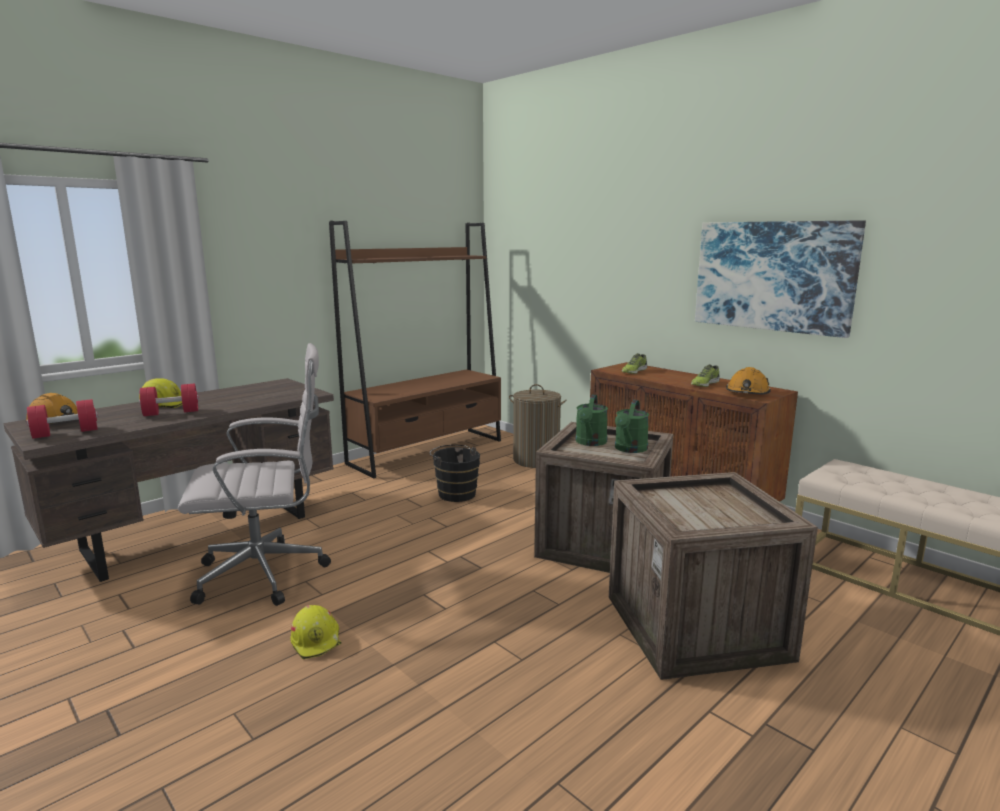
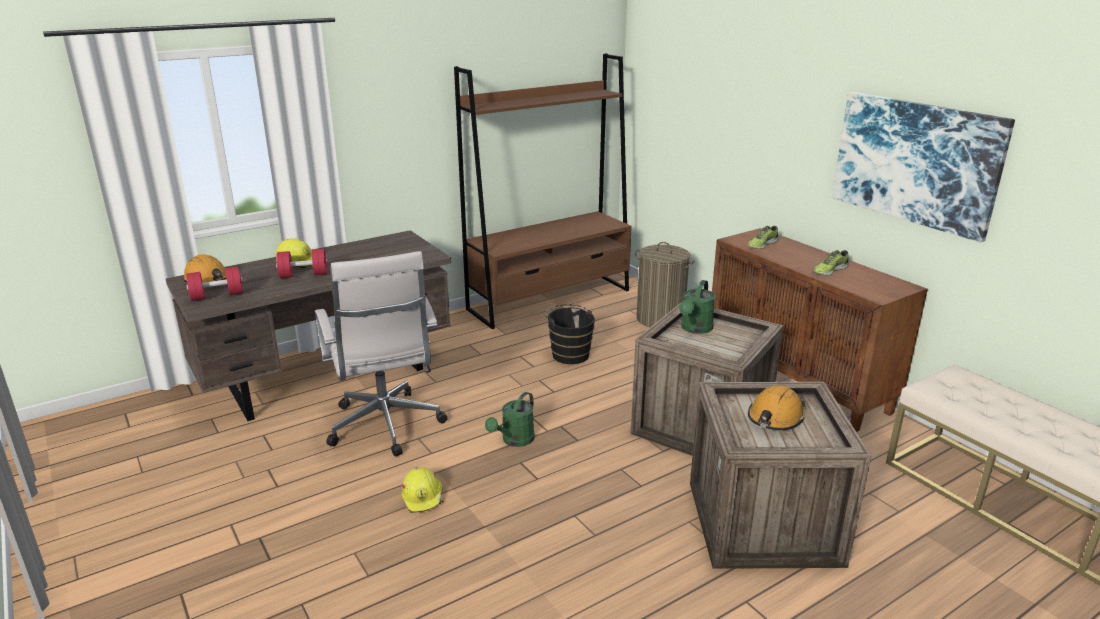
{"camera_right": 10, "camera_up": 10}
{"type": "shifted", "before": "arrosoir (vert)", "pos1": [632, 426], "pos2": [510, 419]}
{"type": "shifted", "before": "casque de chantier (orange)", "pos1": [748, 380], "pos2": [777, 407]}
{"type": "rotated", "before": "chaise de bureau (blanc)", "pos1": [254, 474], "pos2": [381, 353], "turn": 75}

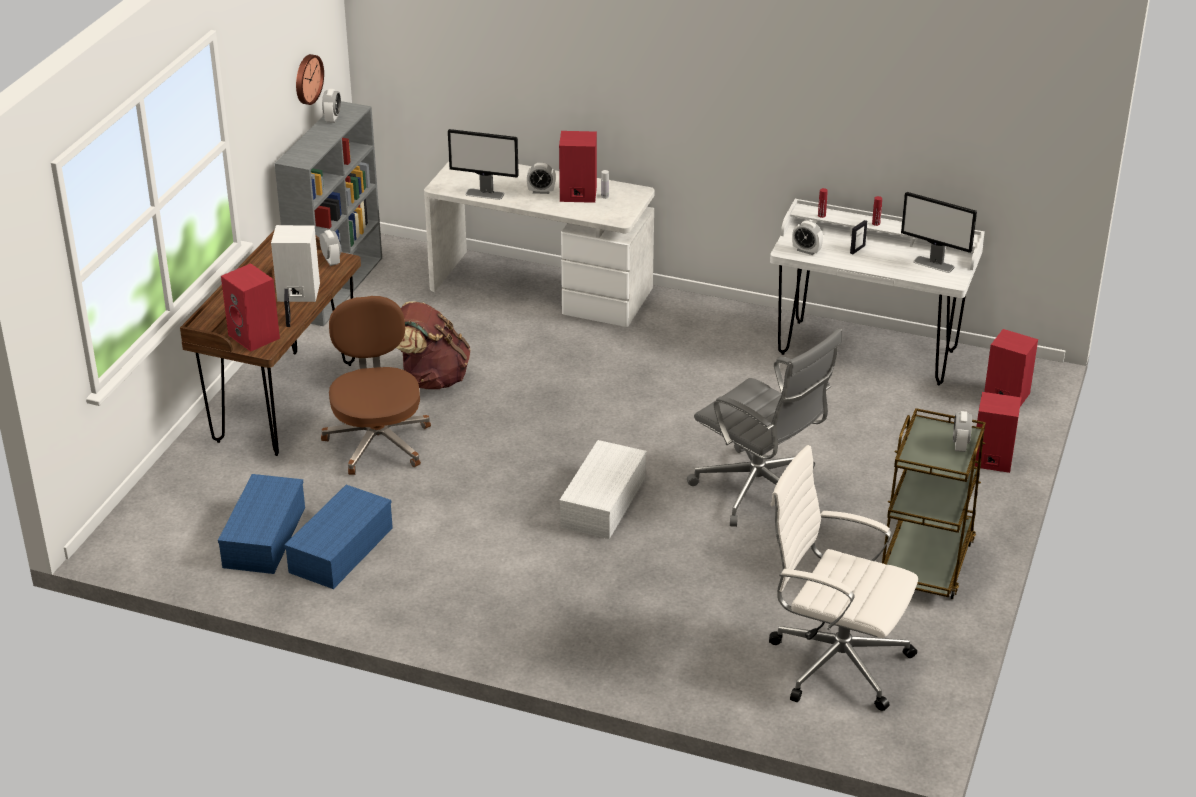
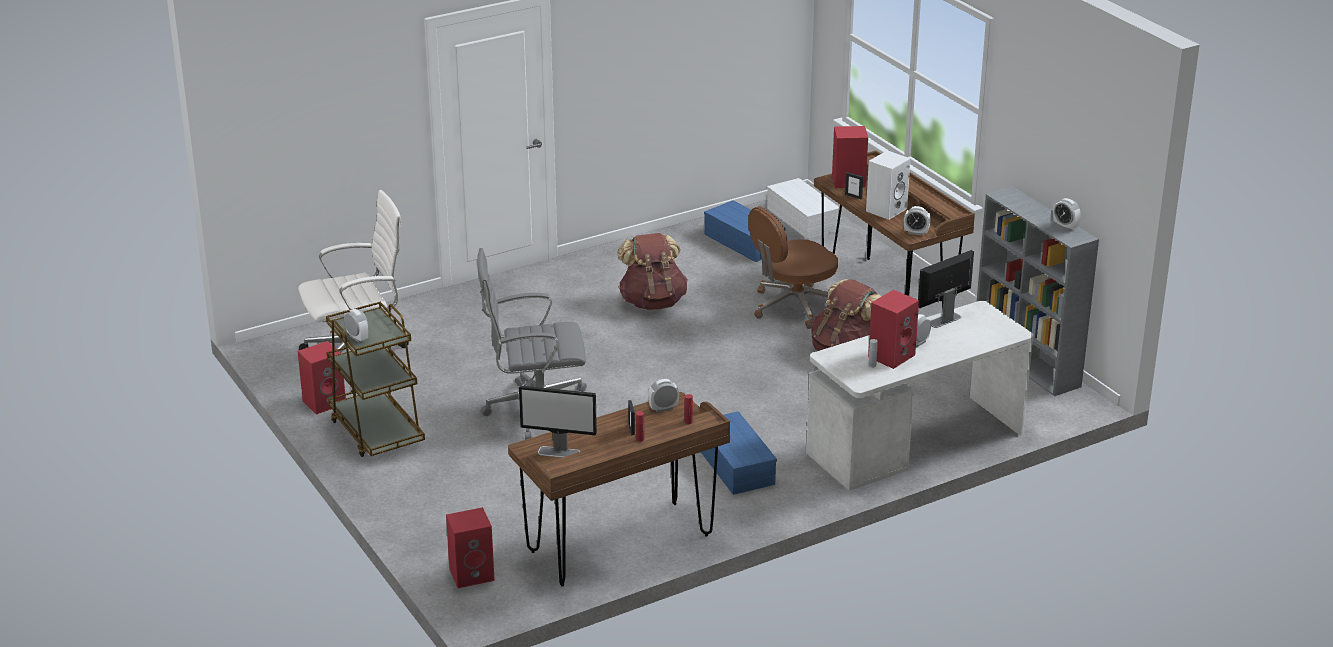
{"camera_right": 130, "camera_up": -5}
{"type": "gone", "before": "horloge murale", "pos1": [310, 79]}
{"type": "new", "after": "sac à dos (marron)", "pos2": [653, 271]}
{"type": "shifted", "before": "boîte de rangement (bleu)", "pos1": [338, 537], "pos2": [739, 453]}
{"type": "shifted", "before": "boîte de rangement (blanc)", "pos1": [603, 489], "pos2": [803, 208]}
{"type": "shifted", "before": "enceinte (rouge)", "pos1": [998, 432], "pos2": [322, 378]}
{"type": "repainted", "before": "bureau (blanc)", "after": "bureau (marron)", "pos1": [877, 292], "pos2": [619, 489]}
{"type": "rotated", "before": "chaise de bureau (marron)", "pos1": [376, 385], "pos2": [793, 267], "turn": 120}
{"type": "rotated", "before": "écran d'ordinateur", "pos1": [939, 232], "pos2": [558, 421], "turn": -150}

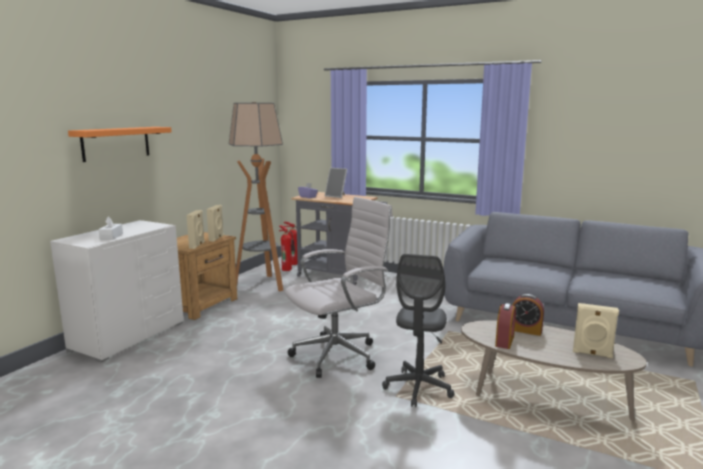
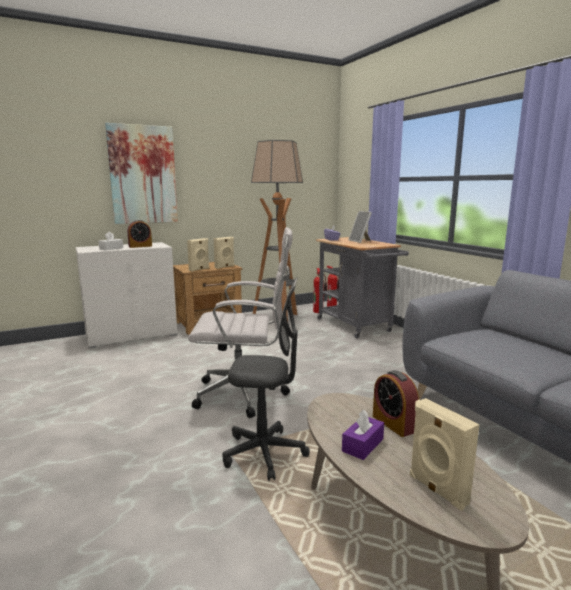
{"camera_right": 35, "camera_up": 0}
{"type": "new", "after": "boîte à mouchoirs (violet)", "pos2": [363, 435]}
{"type": "shifted", "before": "réveil", "pos1": [505, 326], "pos2": [140, 234]}
{"type": "swapped", "before": "étagère (orange)", "after": "tableau", "pos1": [120, 144], "pos2": [141, 173]}
{"type": "rotated", "before": "chaise de bureau (gris)", "pos1": [418, 330], "pos2": [266, 379], "turn": -135}

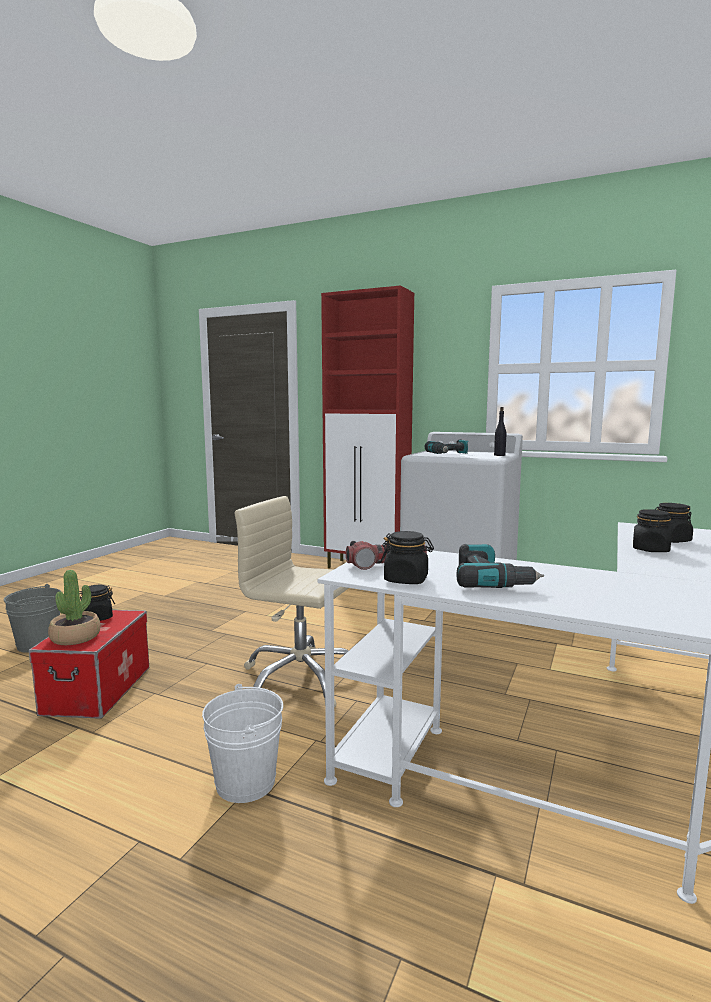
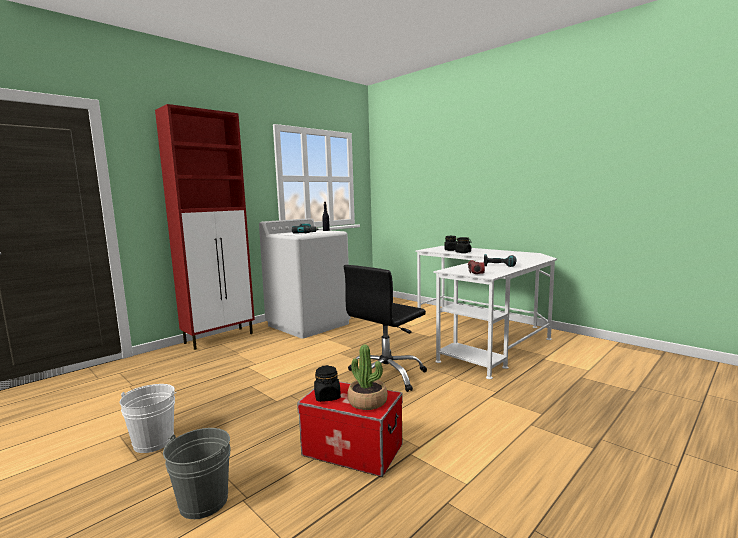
{"camera_right": -70, "camera_up": 0}
{"type": "gone", "before": "bocal (noir)", "pos1": [407, 557]}
{"type": "shifted", "before": "seau (blanc)", "pos1": [242, 743], "pos2": [148, 418]}
{"type": "repainted", "before": "chaise de bureau (beige)", "after": "chaise de bureau (noir)", "pos1": [292, 601], "pos2": [385, 328]}

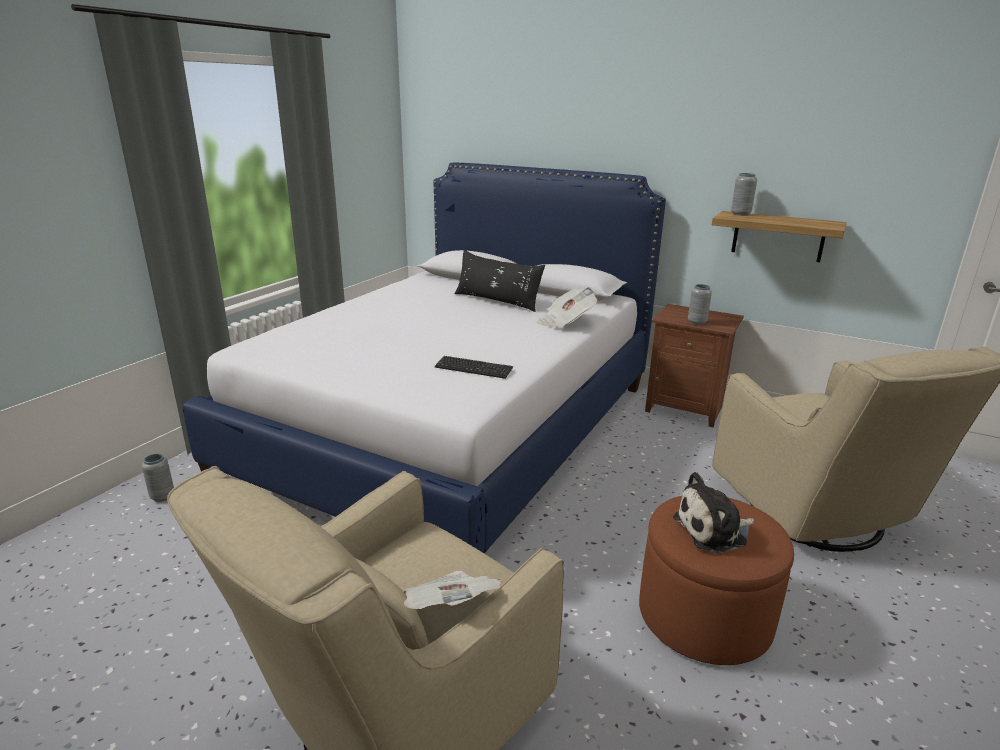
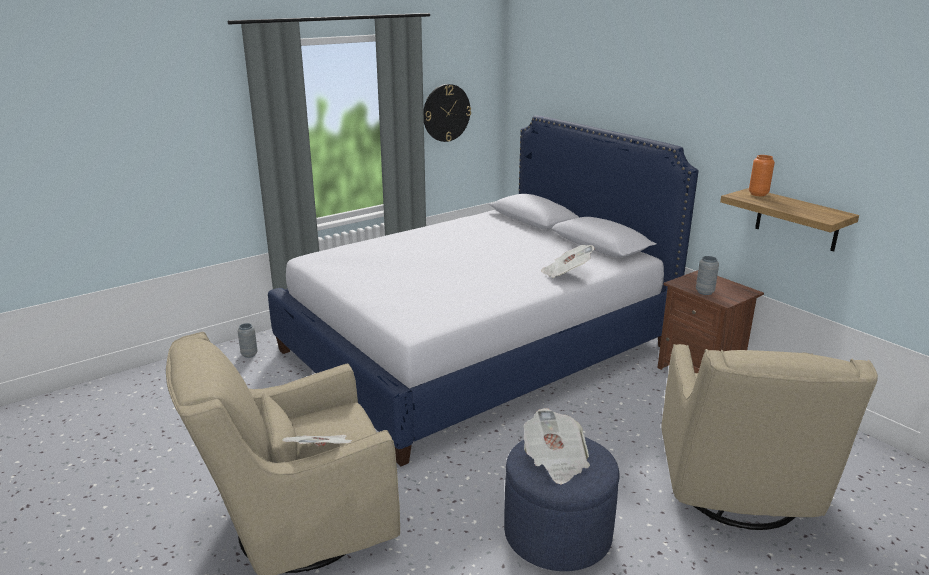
{"camera_right": 25, "camera_up": 0}
{"type": "gone", "before": "clavier", "pos1": [474, 367]}
{"type": "gone", "before": "coussin (noir)", "pos1": [500, 281]}
{"type": "new", "after": "horloge murale", "pos2": [447, 113]}
{"type": "swapped", "before": "peluche", "after": "journal", "pos1": [713, 512], "pos2": [557, 446]}
{"type": "repainted", "before": "pouf (marron)", "after": "pouf (bleu)", "pos1": [716, 580], "pos2": [562, 504]}
{"type": "repainted", "before": "vase (gris)", "after": "vase (orange)", "pos1": [744, 194], "pos2": [762, 175]}

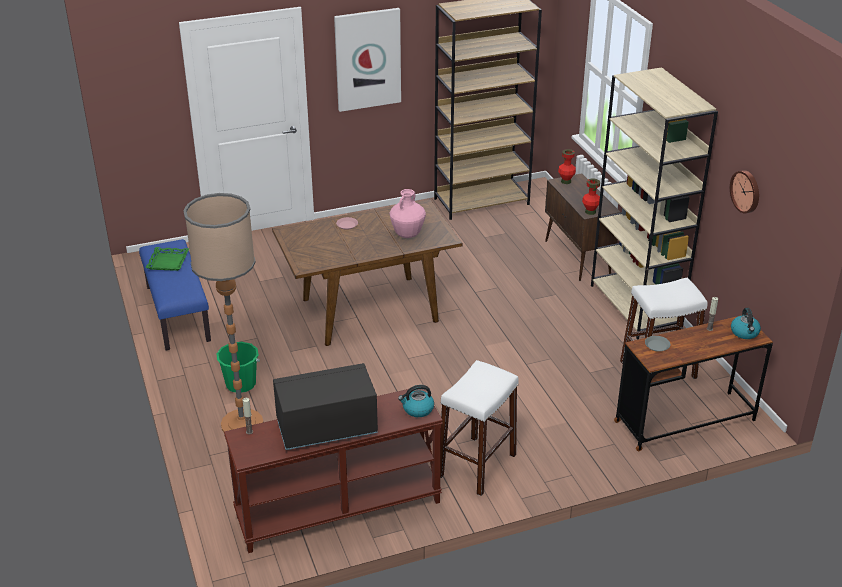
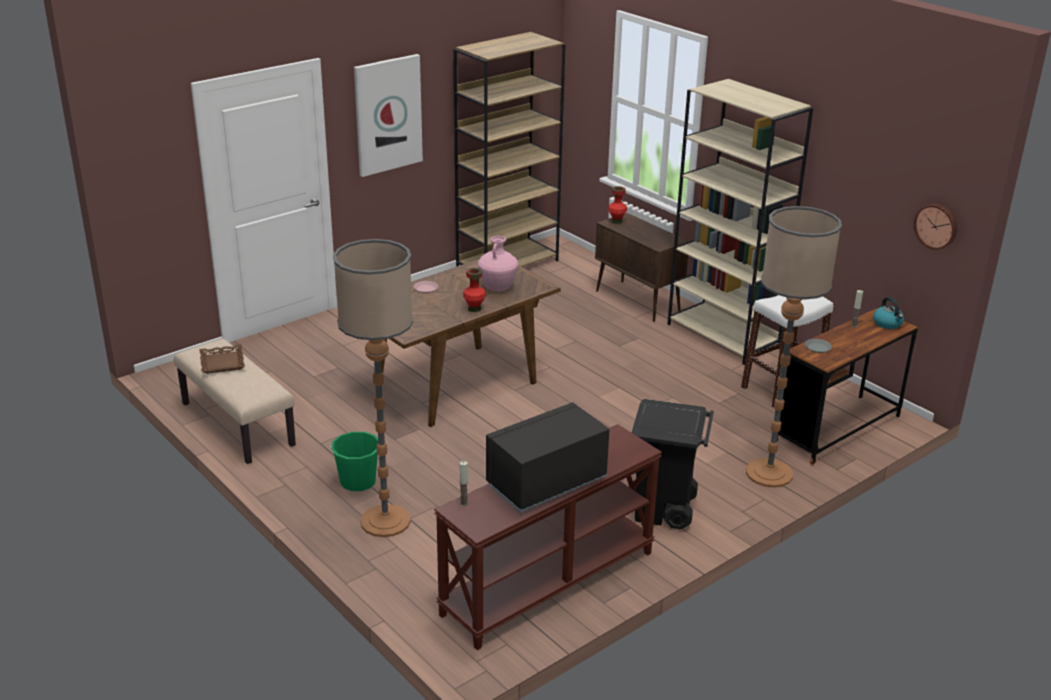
{"camera_right": -20, "camera_up": -5}
{"type": "gone", "before": "bouilloire", "pos1": [416, 401]}
{"type": "new", "after": "lampadaire", "pos2": [794, 347]}
{"type": "shifted", "before": "vase (rouge)", "pos1": [591, 197], "pos2": [474, 290]}
{"type": "shifted", "before": "horloge murale", "pos1": [744, 191], "pos2": [935, 227]}
{"type": "swapped", "before": "tabouret (blanc)", "after": "poubelle (noir)", "pos1": [479, 428], "pos2": [673, 464]}
{"type": "repainted", "before": "banc (bleu)", "after": "banc (beige)", "pos1": [175, 294], "pos2": [235, 401]}
{"type": "repainted", "before": "plateau (vert)", "after": "plateau (marron)", "pos1": [167, 259], "pos2": [222, 359]}

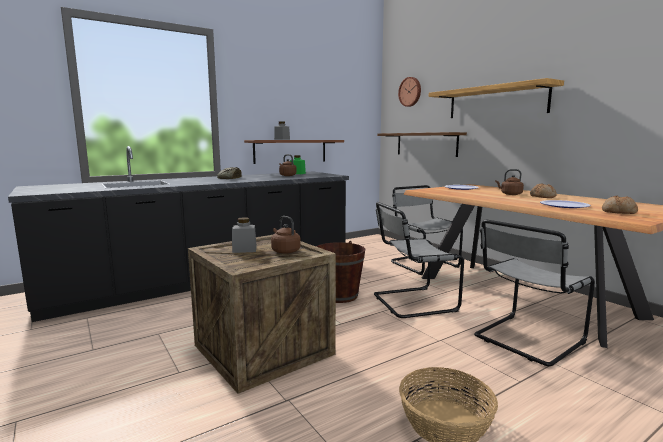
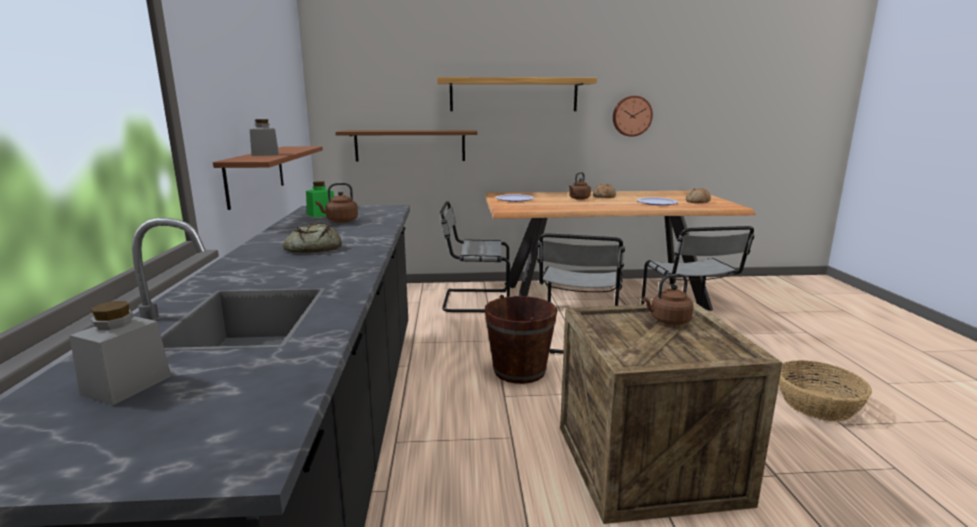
{"camera_right": -60, "camera_up": 5}
{"type": "shifted", "before": "bocal (gris)", "pos1": [244, 235], "pos2": [120, 353]}
{"type": "shifted", "before": "horloge murale", "pos1": [409, 92], "pos2": [633, 116]}

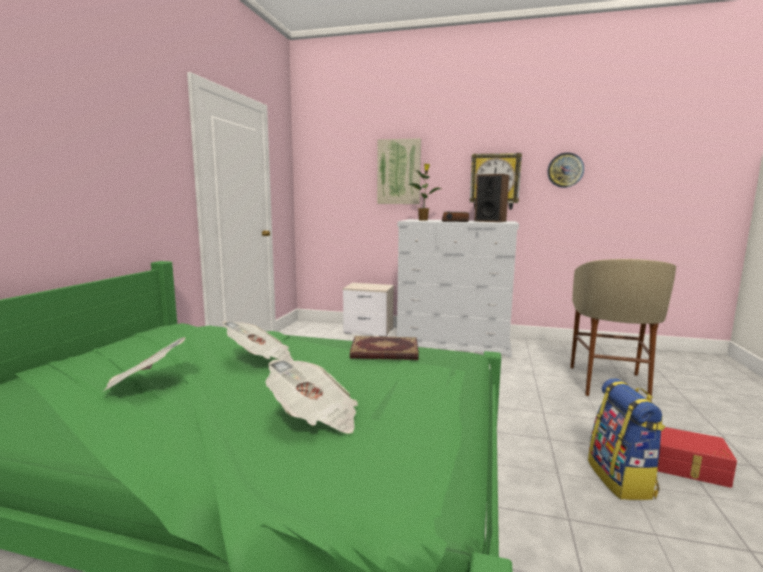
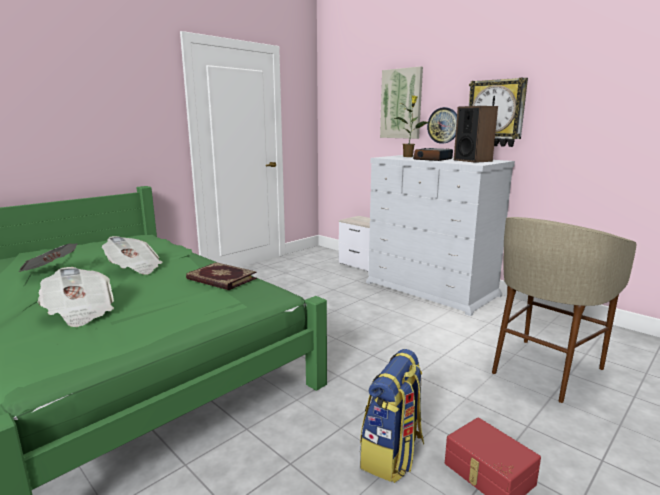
{"camera_right": 30, "camera_up": 5}
{"type": "shifted", "before": "horloge murale", "pos1": [565, 170], "pos2": [442, 125]}

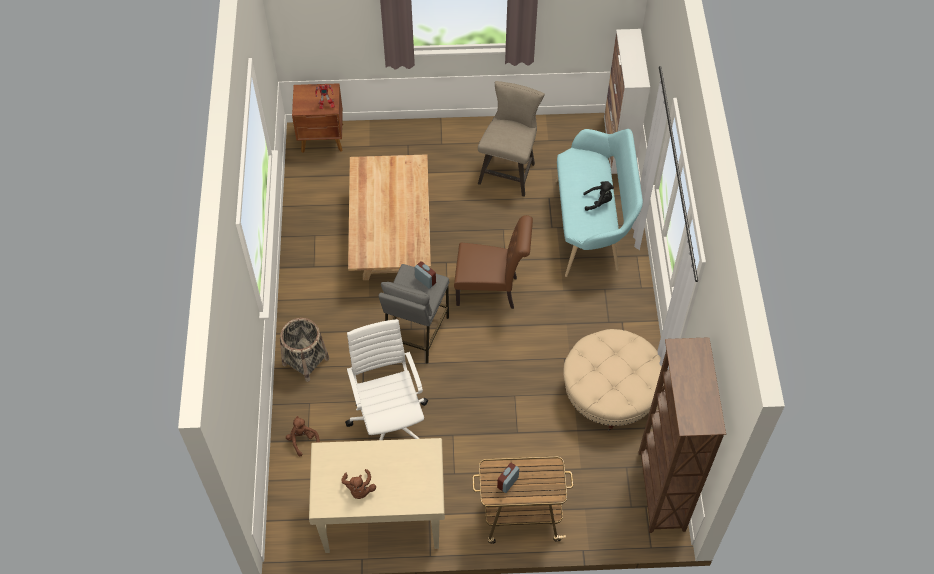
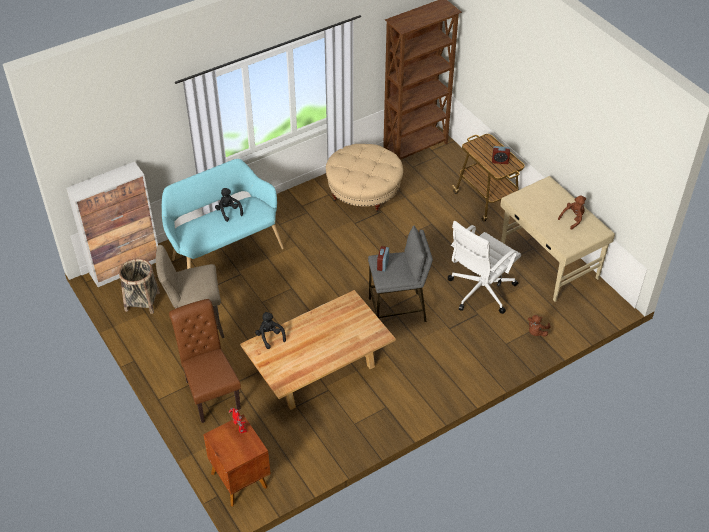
{"camera_right": -120, "camera_up": -10}
{"type": "new", "after": "peluche (noir)", "pos2": [270, 330]}
{"type": "shifted", "before": "panier", "pos1": [304, 350], "pos2": [139, 286]}
{"type": "shifted", "before": "chaise (marron)", "pos1": [493, 262], "pos2": [205, 361]}

